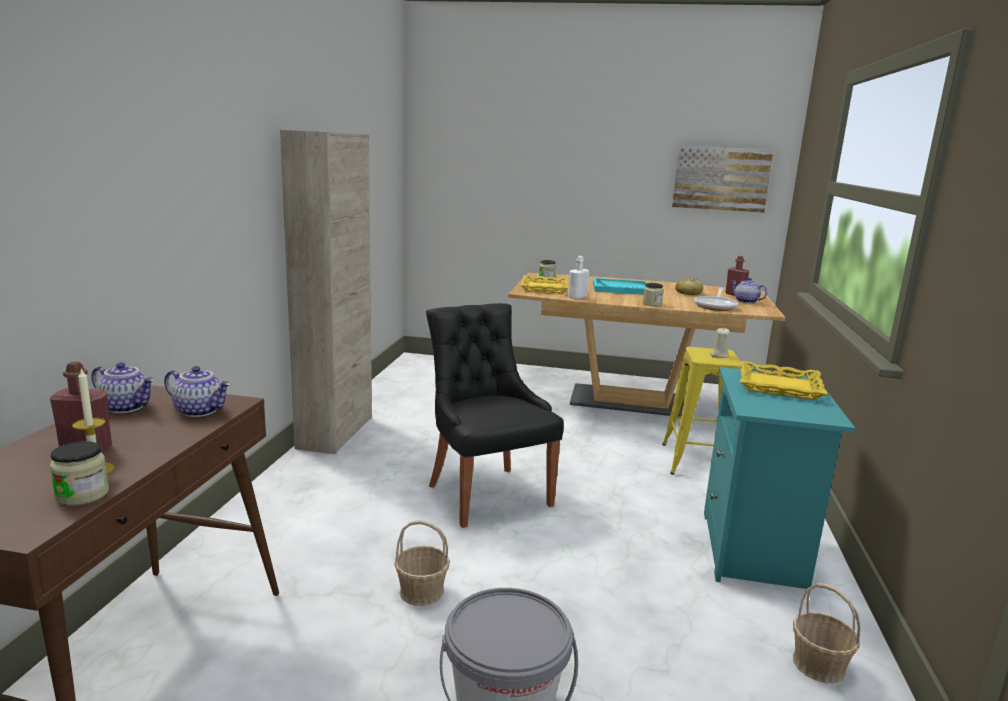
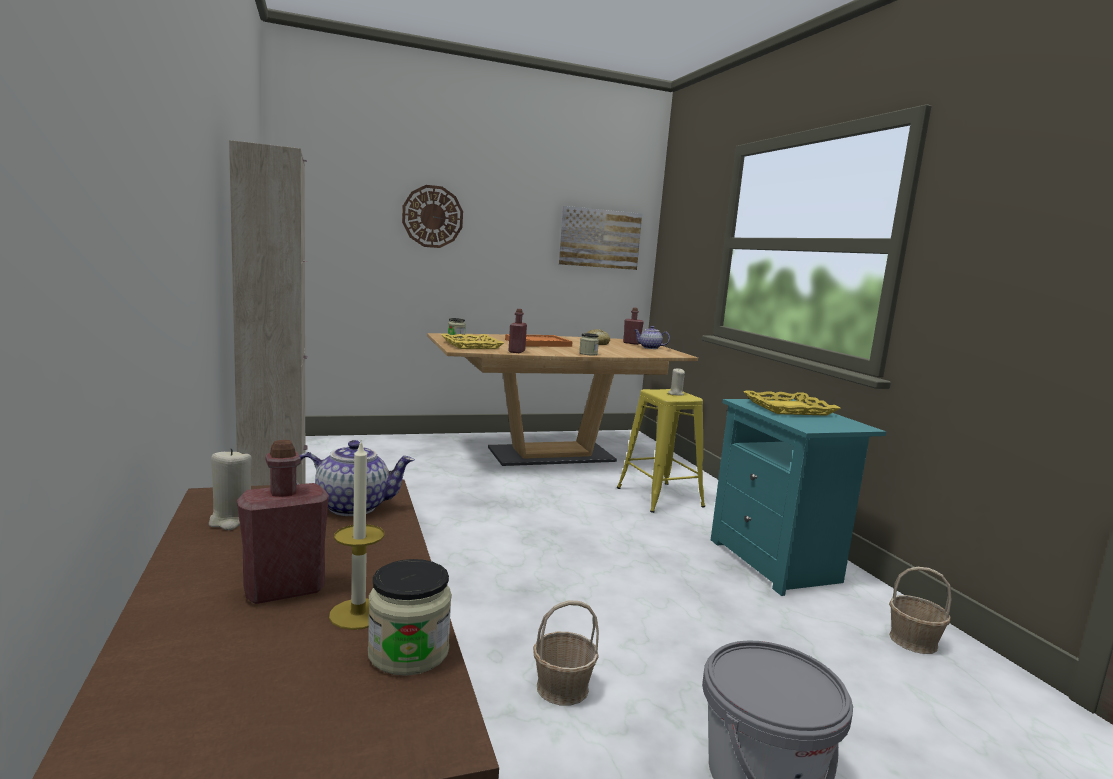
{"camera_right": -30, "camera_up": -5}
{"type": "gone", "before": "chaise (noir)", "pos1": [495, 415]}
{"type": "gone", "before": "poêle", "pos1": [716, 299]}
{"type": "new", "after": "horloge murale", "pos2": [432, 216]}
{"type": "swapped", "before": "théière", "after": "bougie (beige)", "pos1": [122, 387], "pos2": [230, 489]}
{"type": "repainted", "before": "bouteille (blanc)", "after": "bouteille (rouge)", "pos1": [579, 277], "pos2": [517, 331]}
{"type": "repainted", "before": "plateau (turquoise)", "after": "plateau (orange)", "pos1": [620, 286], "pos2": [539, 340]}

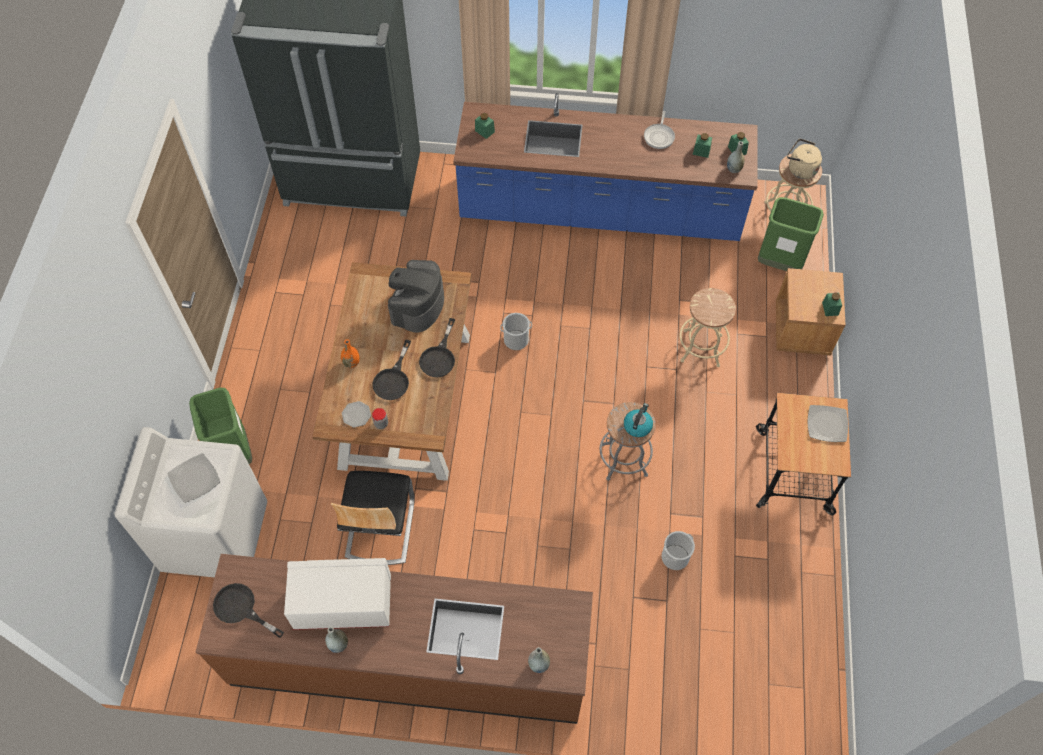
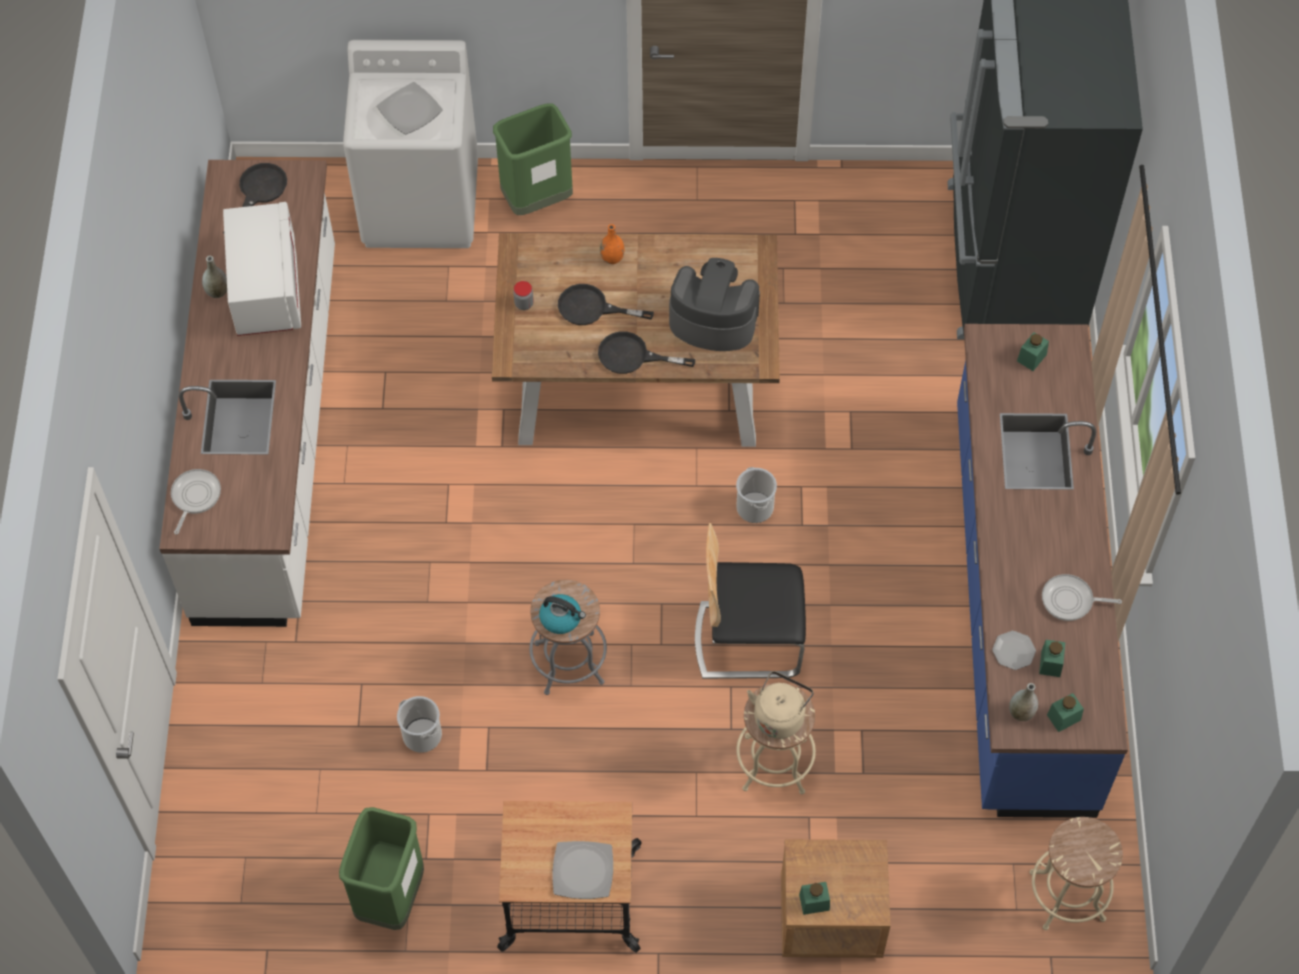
{"camera_right": 85, "camera_up": 0}
{"type": "shifted", "before": "chaise", "pos1": [373, 518], "pos2": [750, 601]}
{"type": "shifted", "before": "assiette", "pos1": [356, 414], "pos2": [1014, 650]}
{"type": "shifted", "before": "poubelle (vert)", "pos1": [791, 234], "pos2": [381, 868]}
{"type": "shifted", "before": "bouilloire (beige)", "pos1": [804, 159], "pos2": [780, 705]}
{"type": "swapped", "before": "vase (gris)", "after": "poêle", "pos1": [539, 660], "pos2": [196, 501]}
{"type": "repainted", "before": "comptoir de cuisine (marron)", "after": "comptoir de cuisine (blanc)", "pos1": [394, 639], "pos2": [247, 393]}

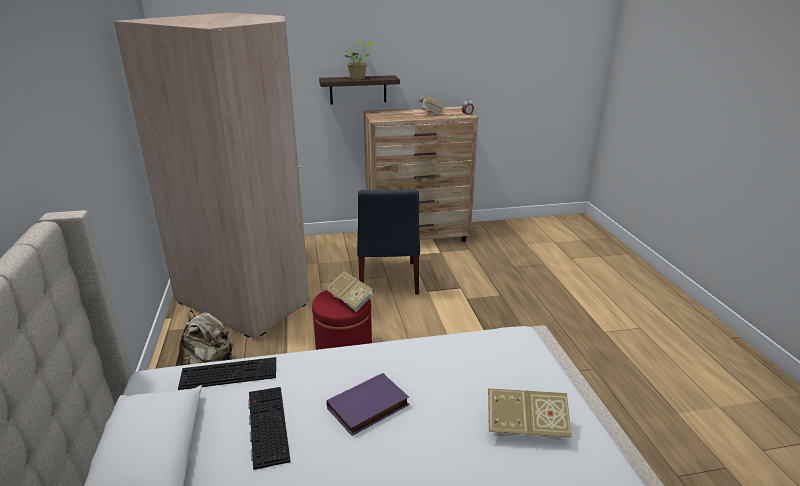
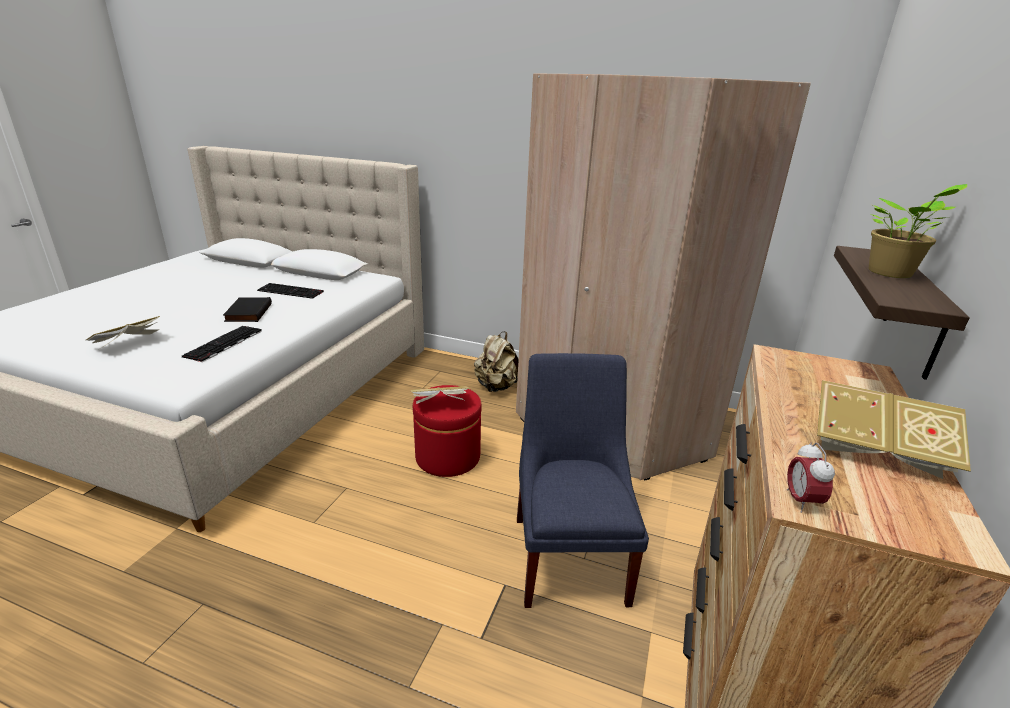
{"camera_right": 120, "camera_up": 0}
{"type": "shifted", "before": "clavier", "pos1": [227, 373], "pos2": [222, 344]}
{"type": "repainted", "before": "livre (violet)", "after": "livre (noir)", "pos1": [368, 404], "pos2": [247, 309]}
{"type": "rotated", "before": "chaise (bleu)", "pos1": [388, 242], "pos2": [583, 480], "turn": 60}

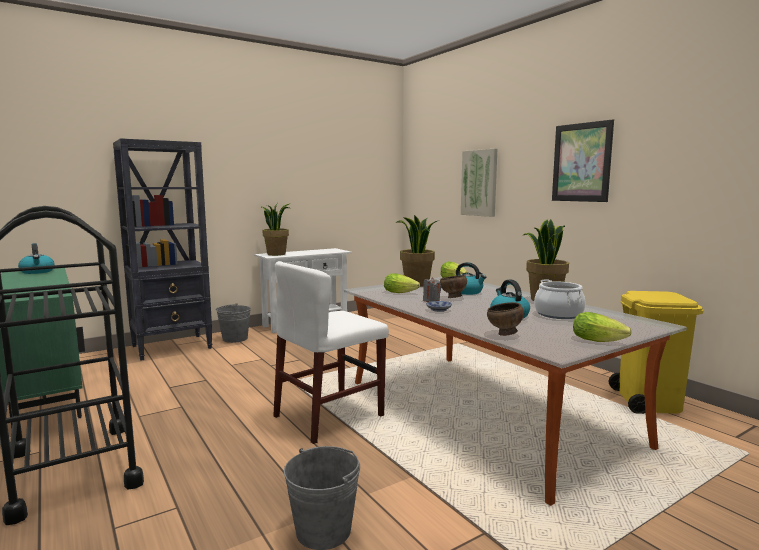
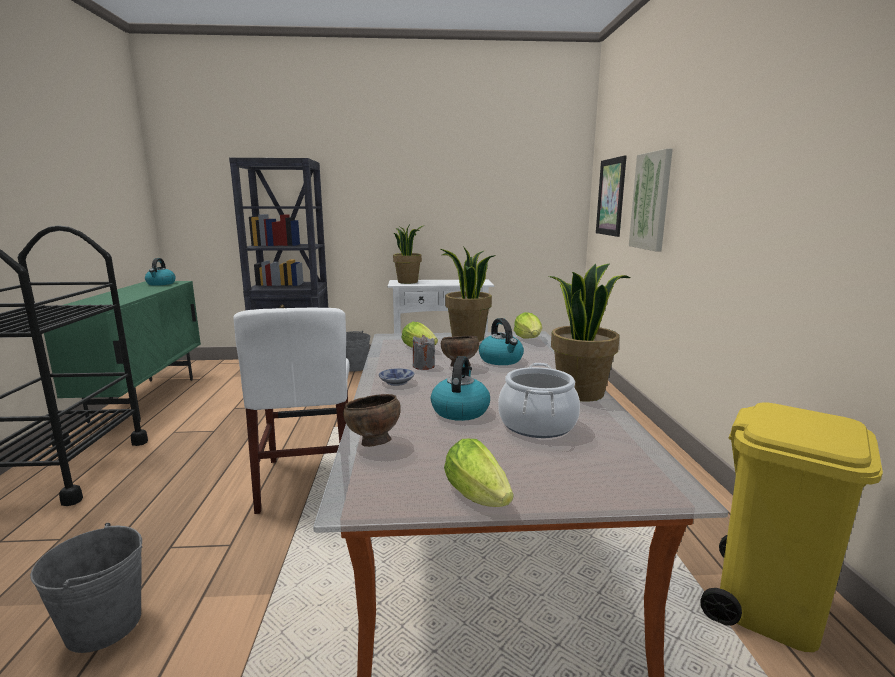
{"camera_right": 30, "camera_up": 5}
{"type": "shifted", "before": "tableau", "pos1": [583, 160], "pos2": [611, 196]}
{"type": "rotated", "before": "chaise (blanc)", "pos1": [331, 352], "pos2": [291, 411], "turn": -90}

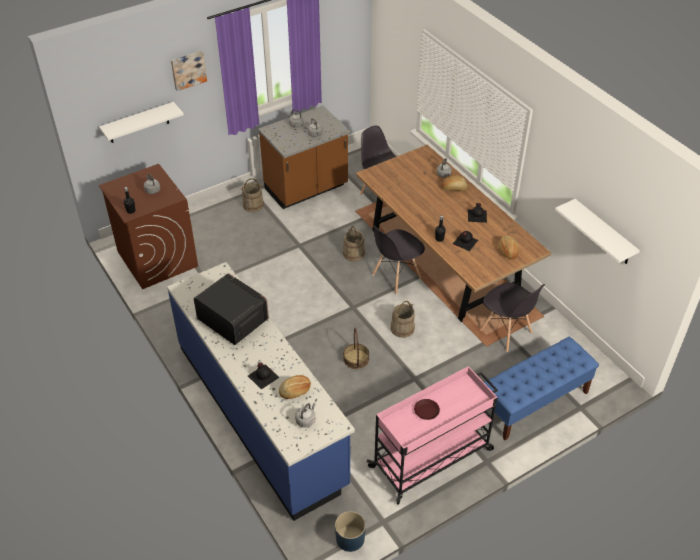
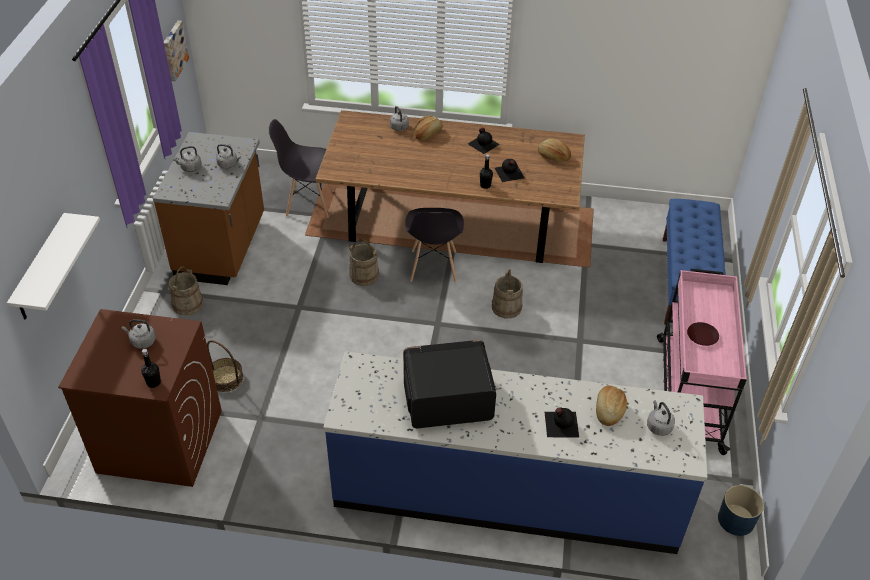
{"camera_right": -50, "camera_up": 0}
{"type": "gone", "before": "chaise (gris)", "pos1": [512, 317]}
{"type": "gone", "before": "étagère (blanc)", "pos1": [597, 231]}
{"type": "shifted", "before": "tableau", "pos1": [189, 71], "pos2": [176, 51]}
{"type": "shifted", "before": "panier", "pos1": [356, 348], "pos2": [225, 366]}

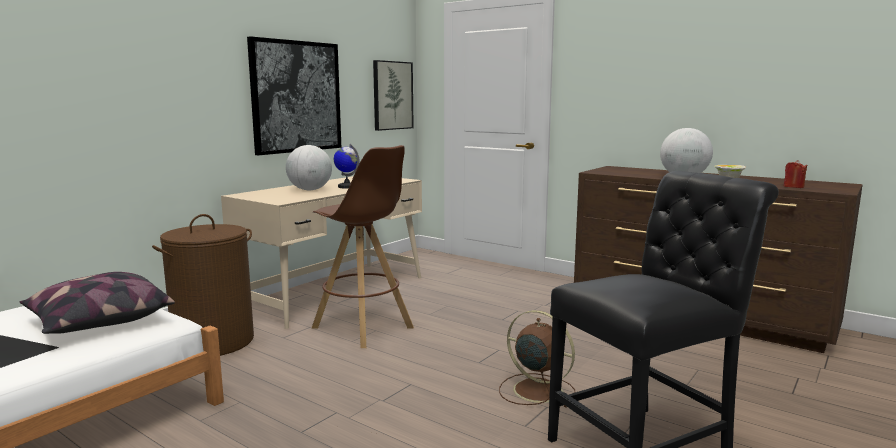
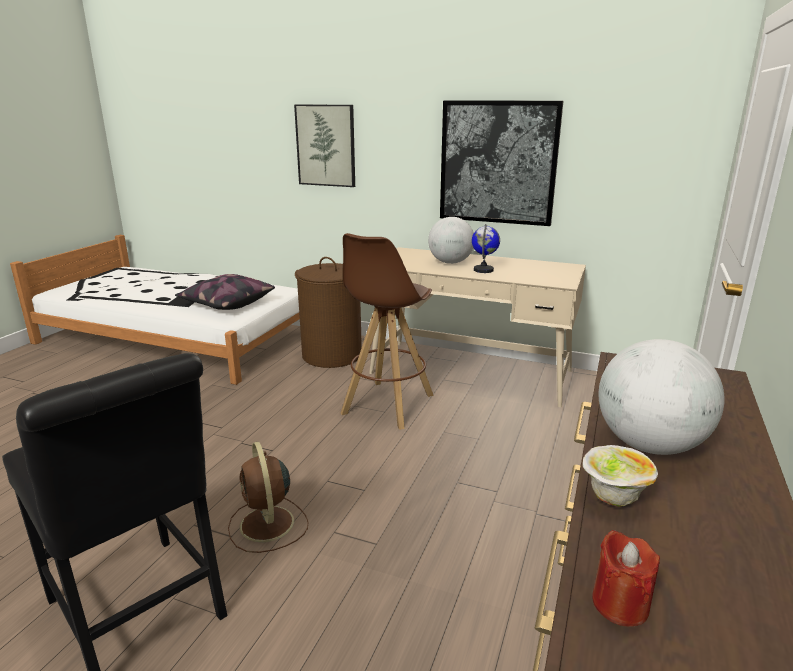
{"camera_right": 75, "camera_up": 10}
{"type": "shifted", "before": "tableau", "pos1": [393, 95], "pos2": [324, 146]}
{"type": "rotated", "before": "ventilateur (marron)", "pos1": [537, 359], "pos2": [268, 497], "turn": 135}

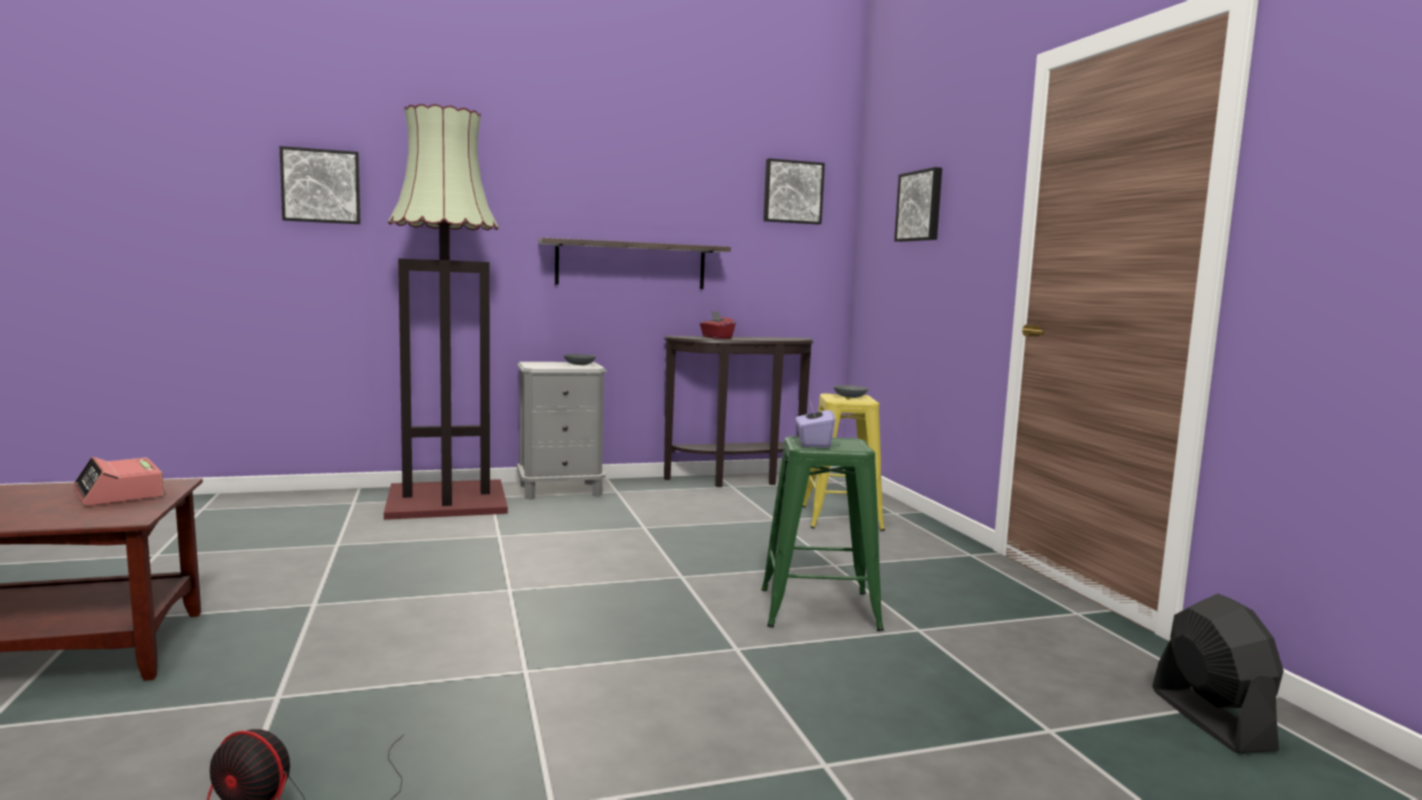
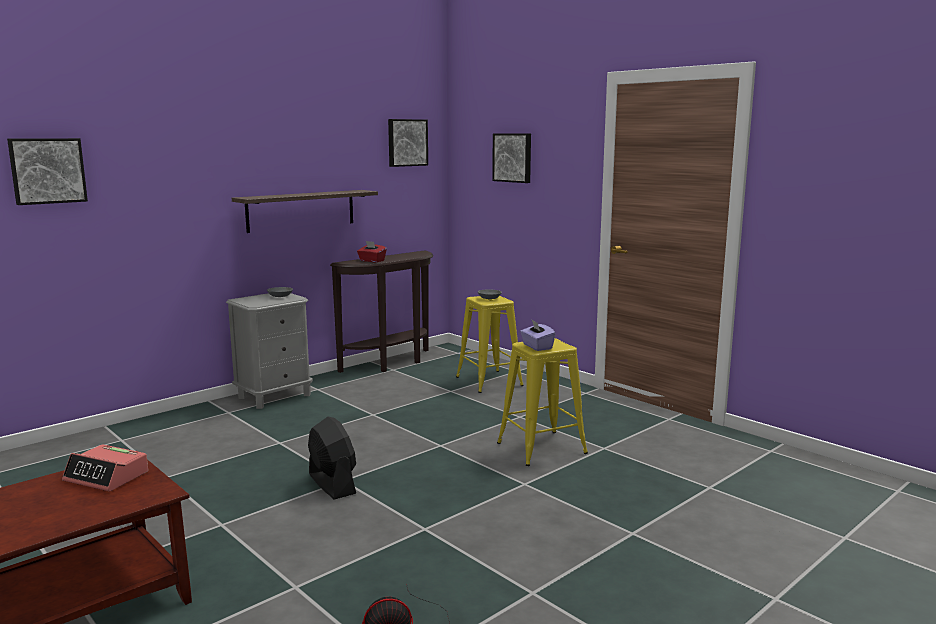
{"camera_right": -25, "camera_up": 5}
{"type": "gone", "before": "lampadaire", "pos1": [446, 312]}
{"type": "shifted", "before": "ventilateur (noir)", "pos1": [1218, 673], "pos2": [332, 458]}
{"type": "repainted", "before": "tabouret (vert)", "after": "tabouret (jaune)", "pos1": [822, 533], "pos2": [542, 402]}

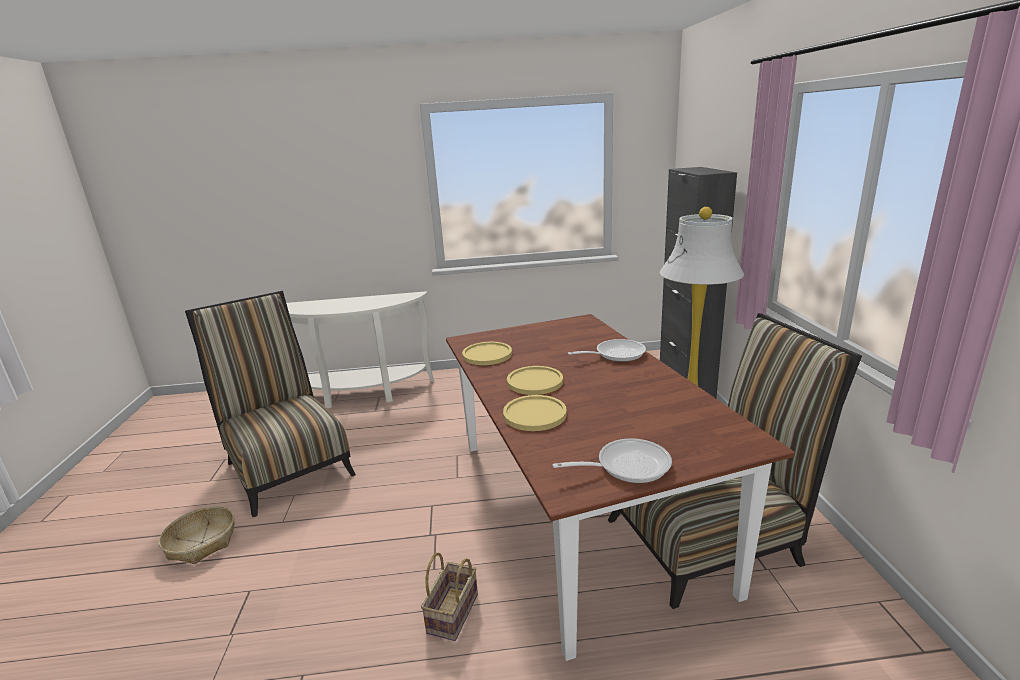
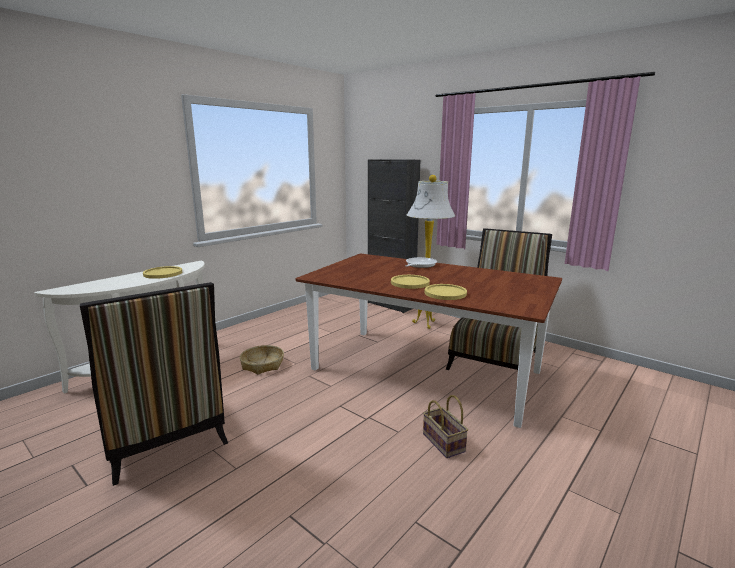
{"camera_right": -45, "camera_up": -5}
{"type": "gone", "before": "poêle", "pos1": [612, 461]}
{"type": "shifted", "before": "panier", "pos1": [197, 535], "pos2": [262, 360]}
{"type": "shifted", "before": "assiette (jaune)", "pos1": [487, 353], "pos2": [162, 272]}
{"type": "rotated", "before": "chaise", "pos1": [270, 404], "pos2": [154, 384], "turn": -135}

